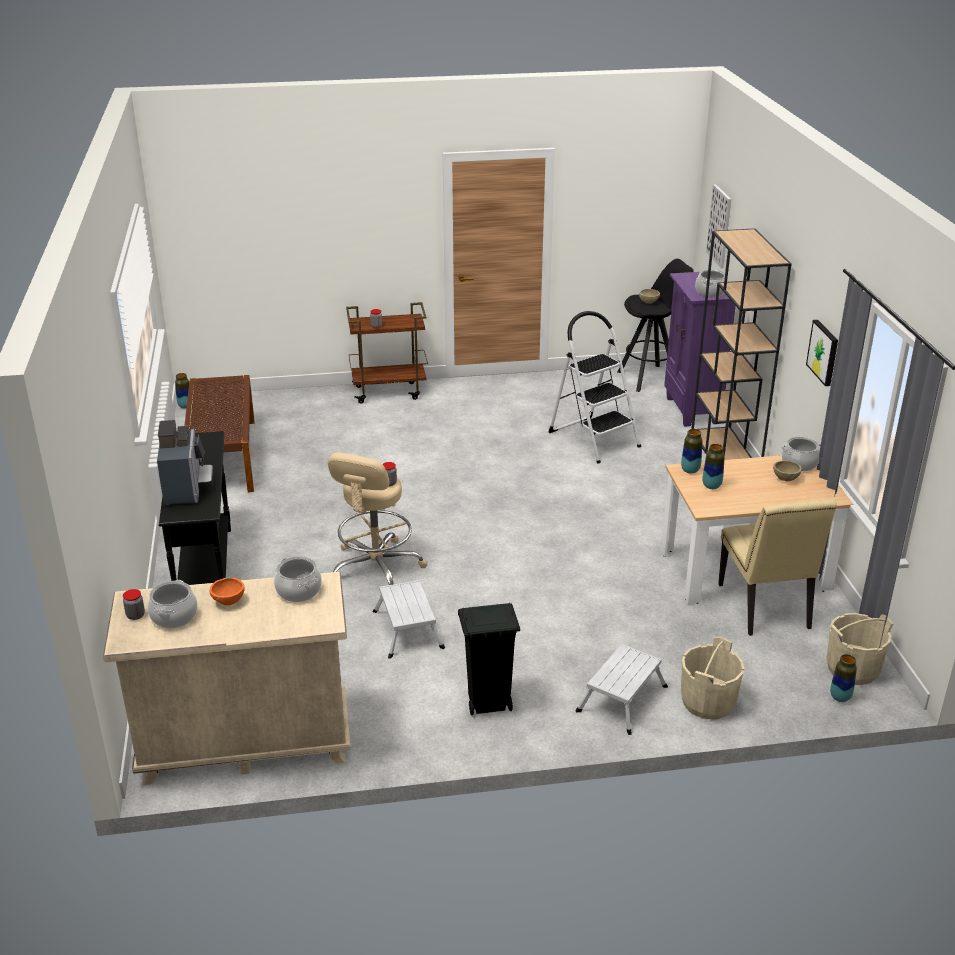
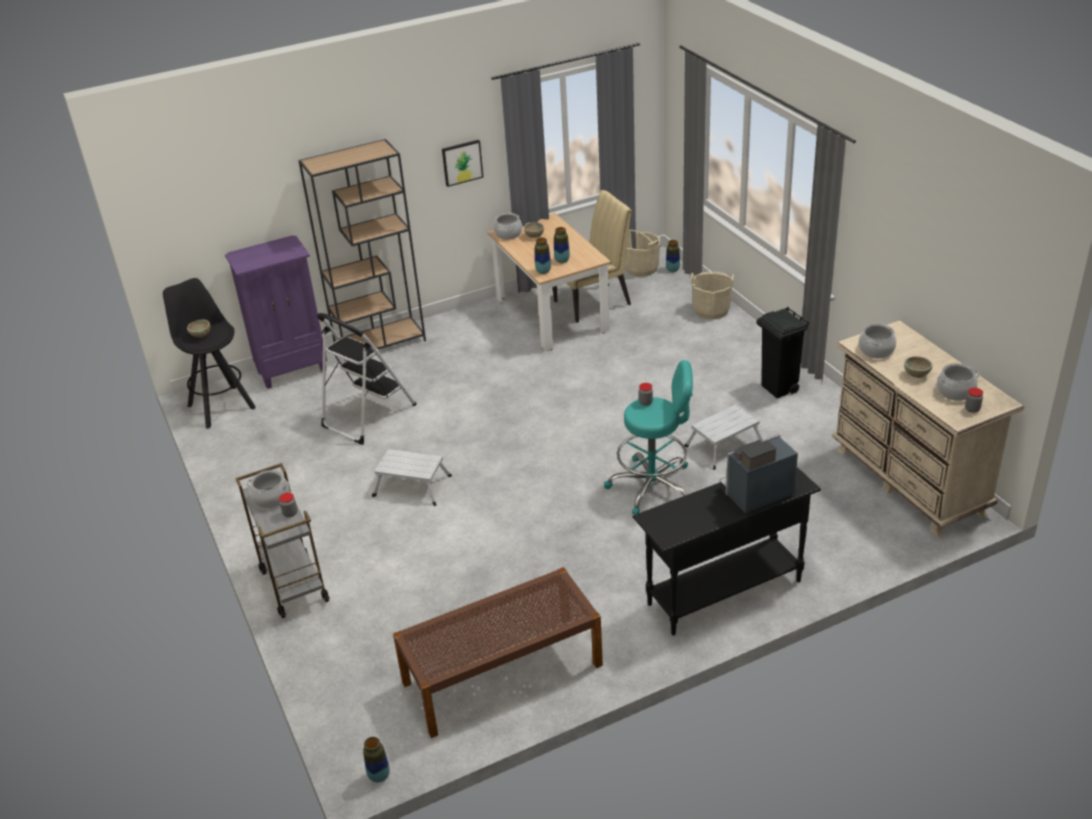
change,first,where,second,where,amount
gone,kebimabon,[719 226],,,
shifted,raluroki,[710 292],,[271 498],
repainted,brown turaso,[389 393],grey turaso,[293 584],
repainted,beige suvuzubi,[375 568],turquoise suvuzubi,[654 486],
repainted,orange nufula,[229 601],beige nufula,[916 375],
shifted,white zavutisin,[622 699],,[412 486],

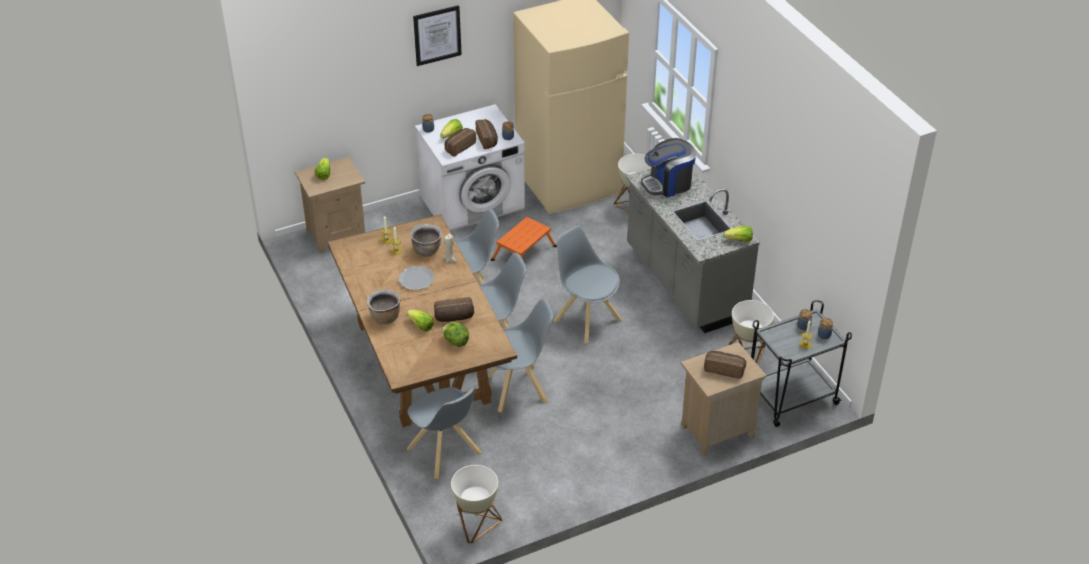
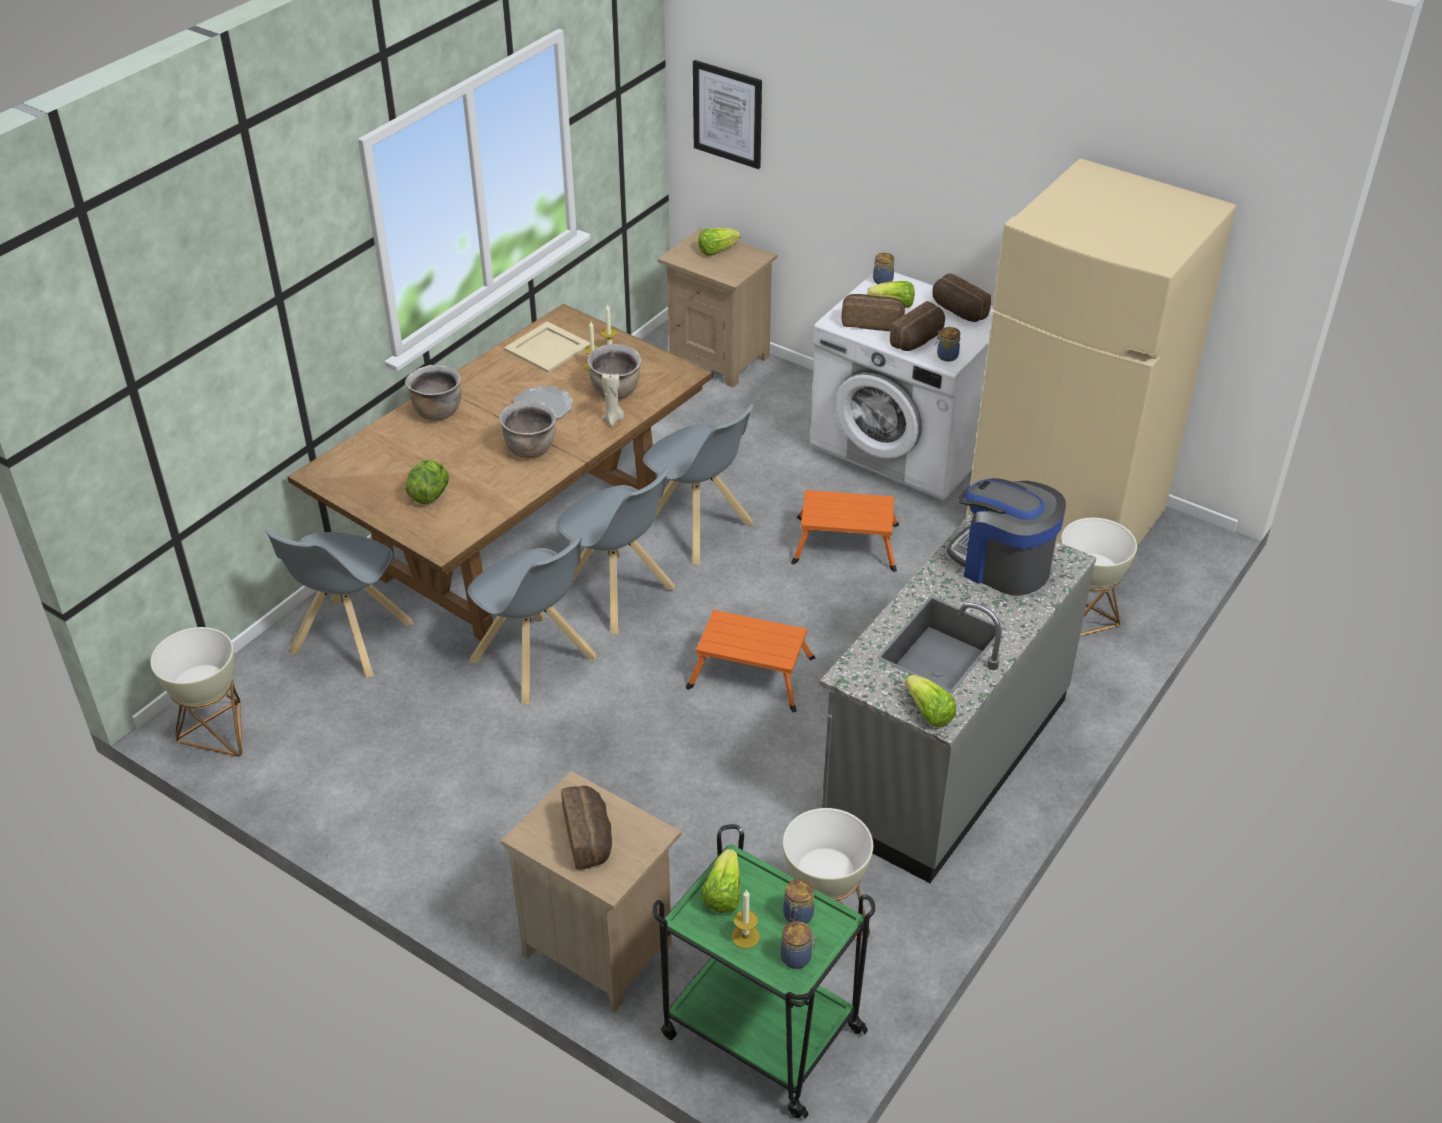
change,first,where,second,where,amount
shifted,kebimabon,[437 35],,[728 114],
swapped,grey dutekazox,[586 319],orange zavutisin,[752 673],
shifted,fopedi,[454 318],,[957 311],
repainted,grey turaso,[790 398],green turaso,[760 1031],
shifted,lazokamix,[421 326],,[723 893],
new,,,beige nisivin,[547 348],
new,,,brown raluroki,[531 449],

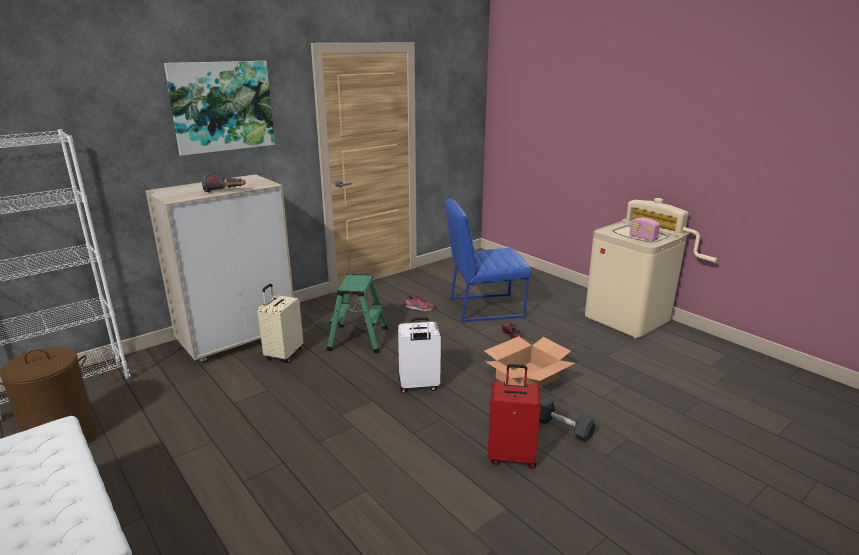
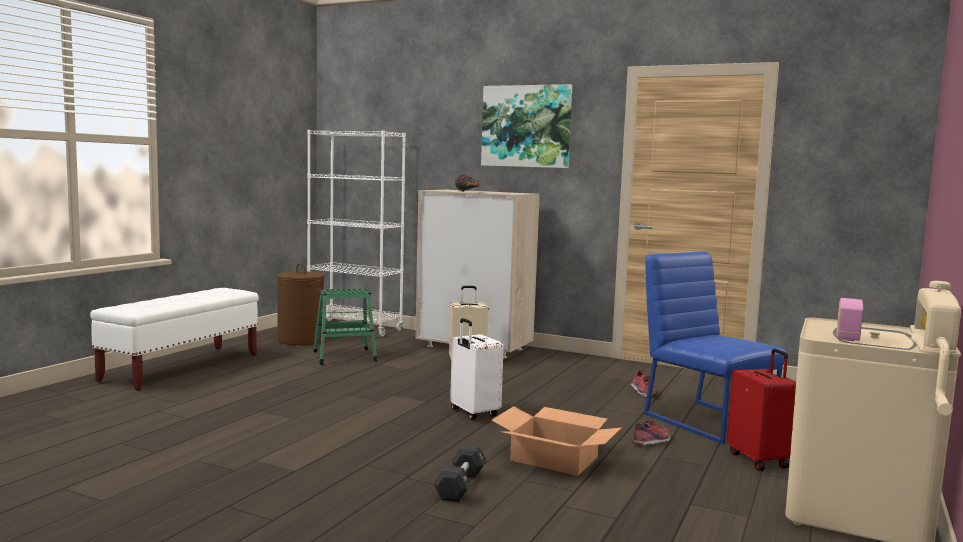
change,first,where,second,where,amount
shifted,green zavutisin,[358 339],,[345 356],
shifted,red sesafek,[512 455],,[758 460],

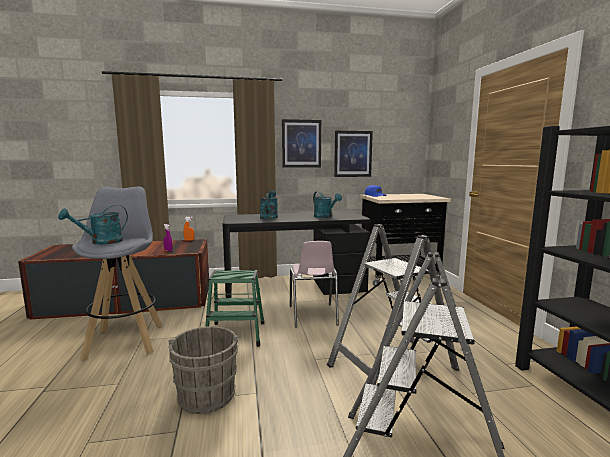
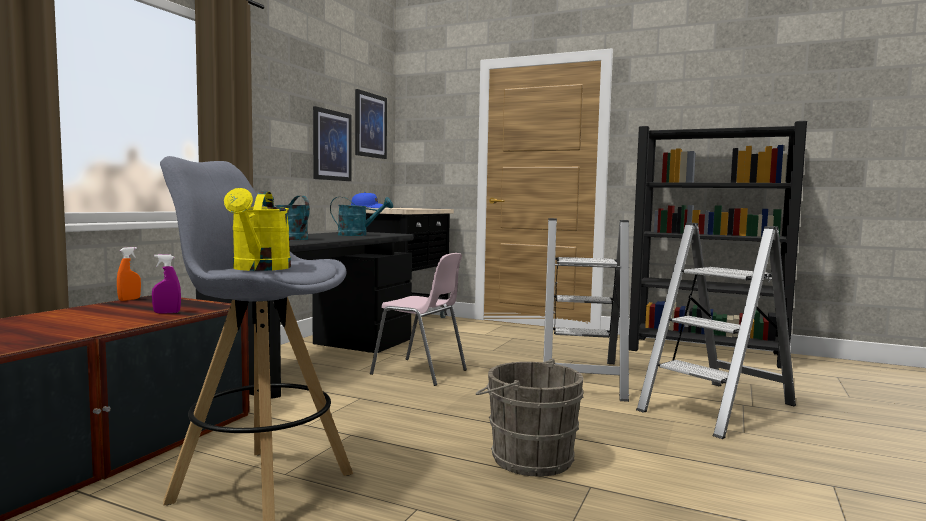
change,first,where,second,where,amount
shifted,kebimabon,[301 143],,[370 125],
repainted,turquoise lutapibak,[101 242],yellow lutapibak,[259 269],
gone,green zavutisin,[236 333],,,

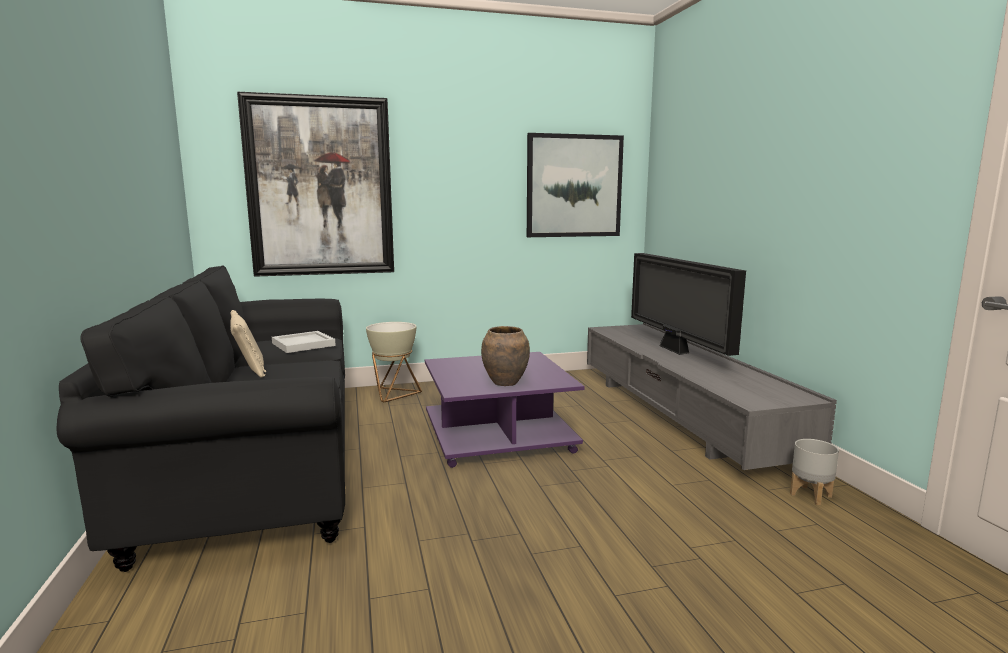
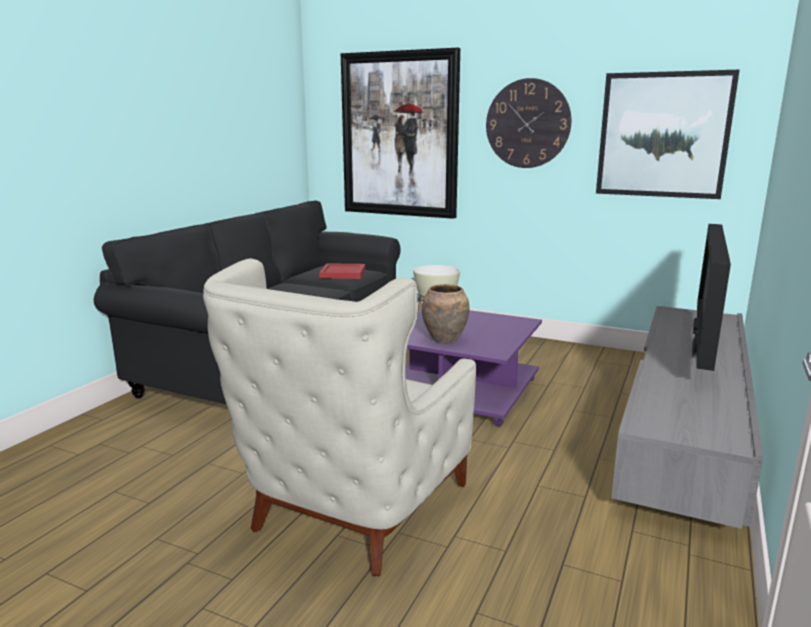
change,first,where,second,where,amount
gone,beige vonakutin,[249 367],,,
repainted,white nisivin,[303 344],red nisivin,[342 273],
gone,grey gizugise,[811 495],,,
new,,,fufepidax,[527 124],
new,,,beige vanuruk,[352 511],

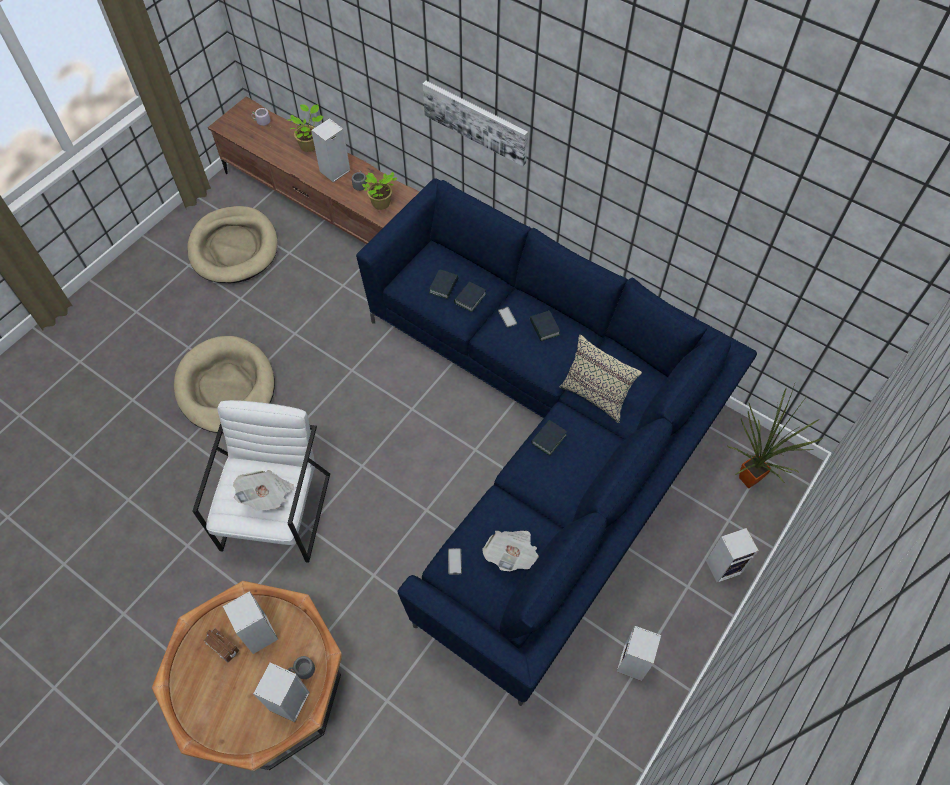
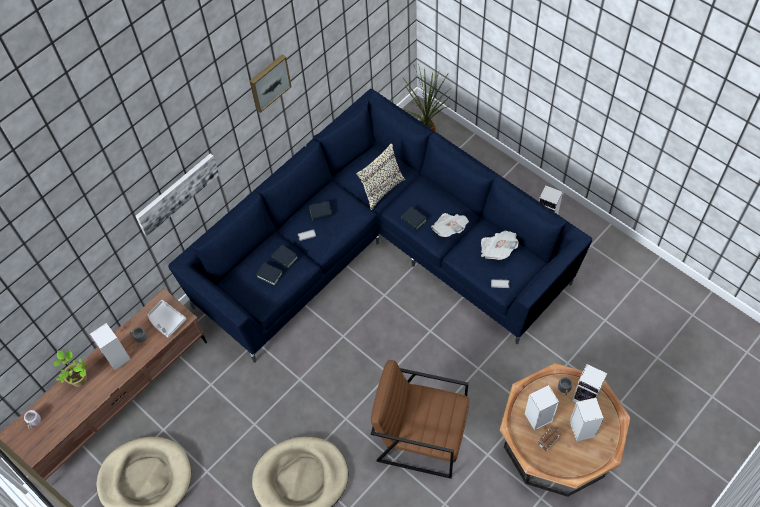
change,first,where,second,where,amount
swapped,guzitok,[381 204],grey nisivin,[166 321],
repainted,white vanuruk,[277 511],brown vanuruk,[421 436],
shifted,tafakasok,[267 495],,[449 229],
shifted,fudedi,[724 566],,[581 428],
new,,,kebimabon,[269 82],

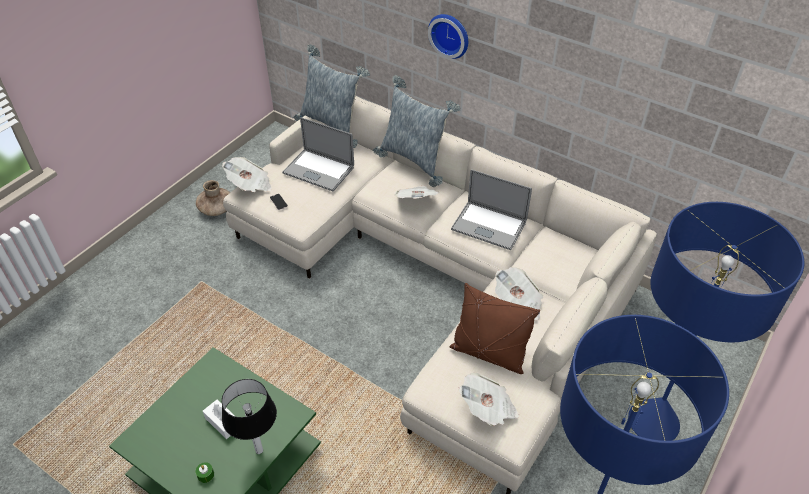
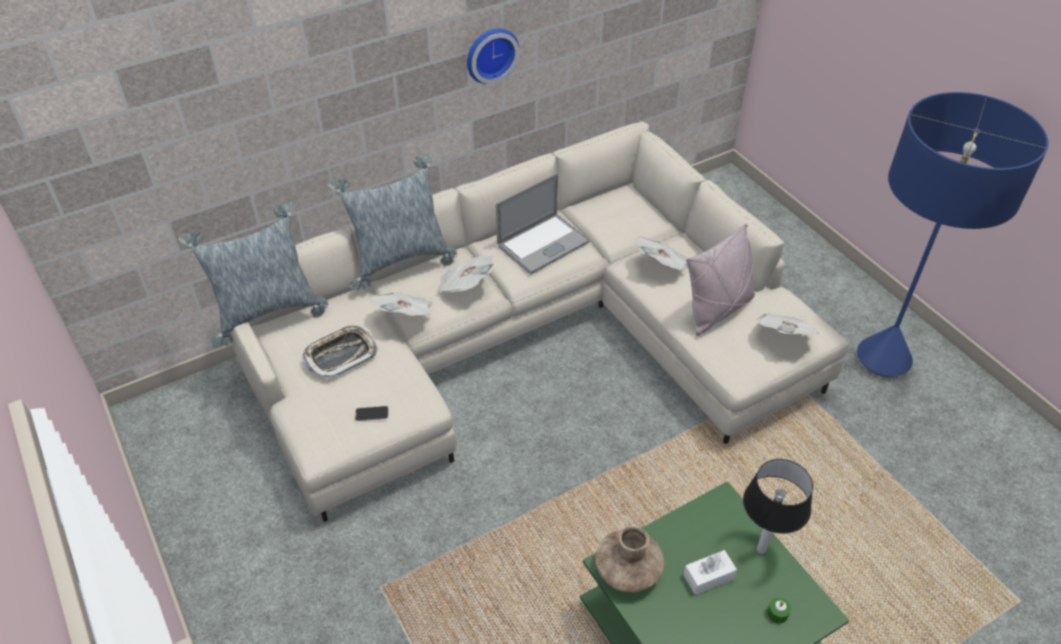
change,first,where,second,where,amount
shifted,fufepidax,[450 34],,[490 54],
swapped,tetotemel,[318 170],nisivin,[340 355],
shifted,tafakasok,[250 185],,[406 315],
shifted,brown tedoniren,[216 209],,[628 569],
gone,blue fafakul,[652 424],,,
repainted,brown vonakutin,[489 353],purple vonakutin,[717 310],

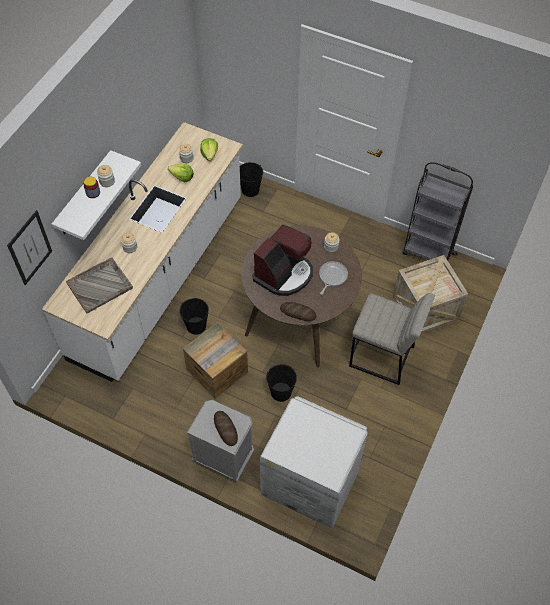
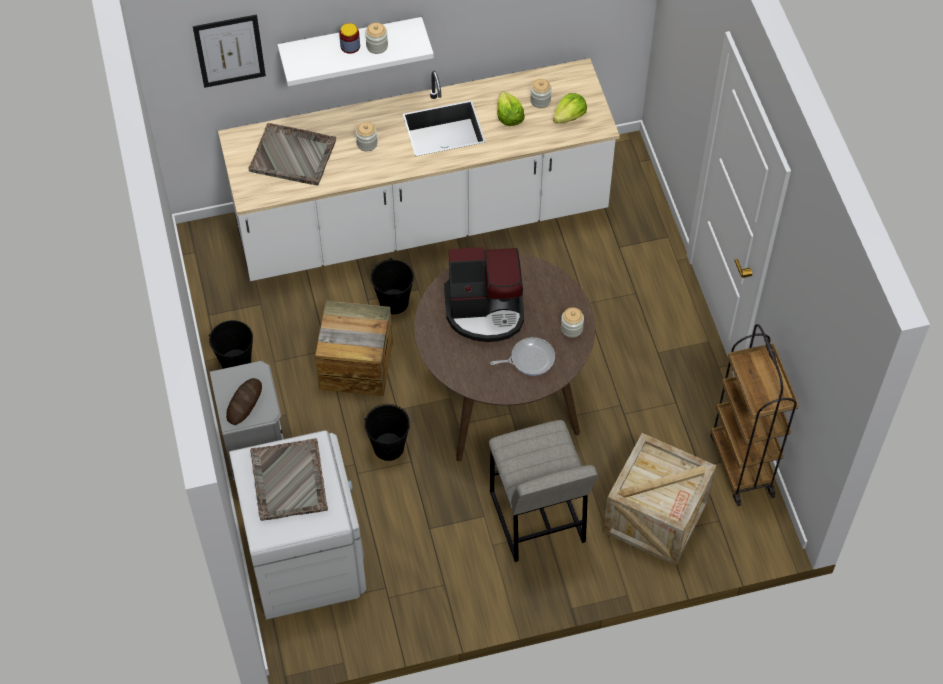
change,first,where,second,where,amount
shifted,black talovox,[250 190],,[236 362],
repainted,grey turaso,[428 254],brown turaso,[742 465],
gone,fopedi,[298 313],,,
new,,,grey nisivin,[289 481],

